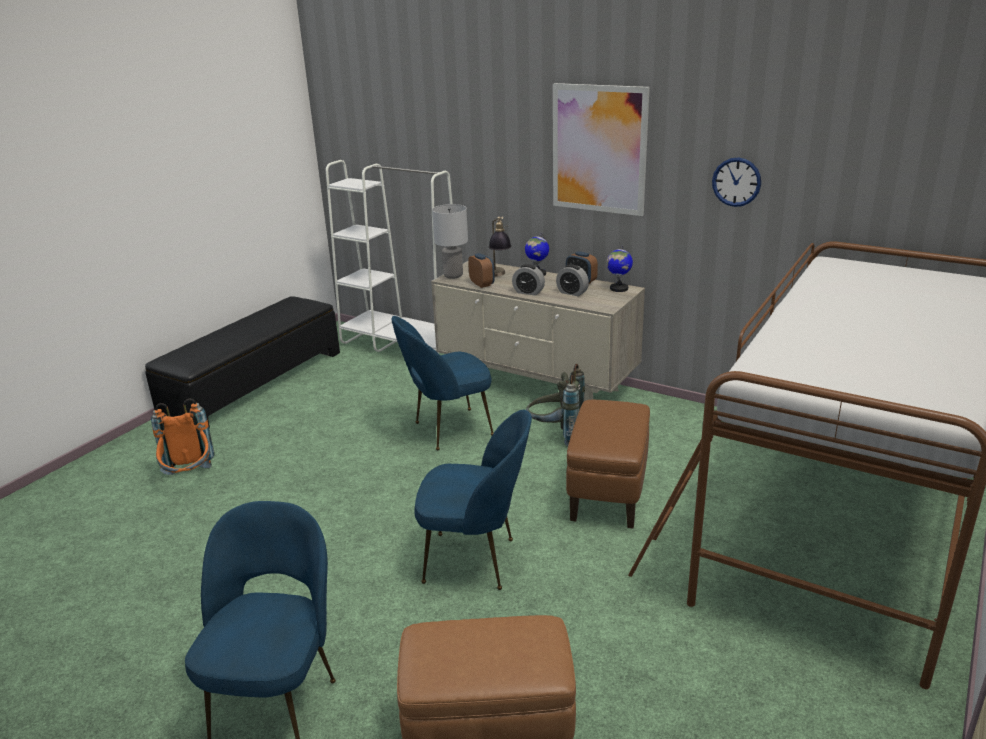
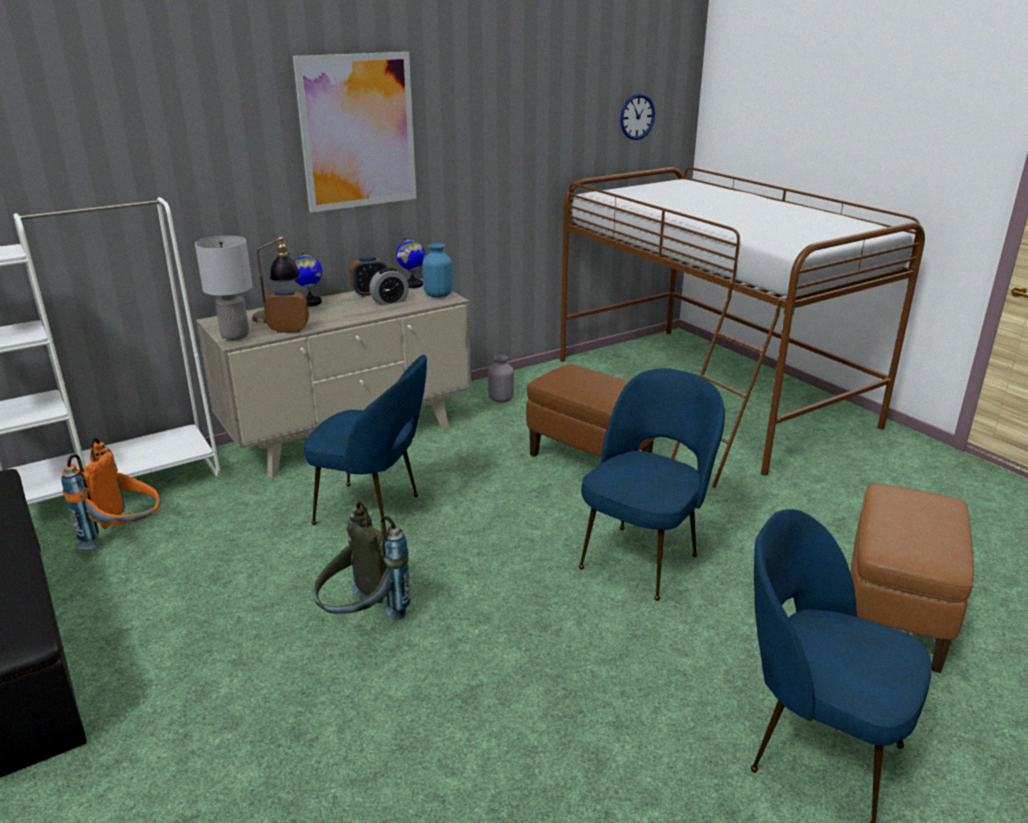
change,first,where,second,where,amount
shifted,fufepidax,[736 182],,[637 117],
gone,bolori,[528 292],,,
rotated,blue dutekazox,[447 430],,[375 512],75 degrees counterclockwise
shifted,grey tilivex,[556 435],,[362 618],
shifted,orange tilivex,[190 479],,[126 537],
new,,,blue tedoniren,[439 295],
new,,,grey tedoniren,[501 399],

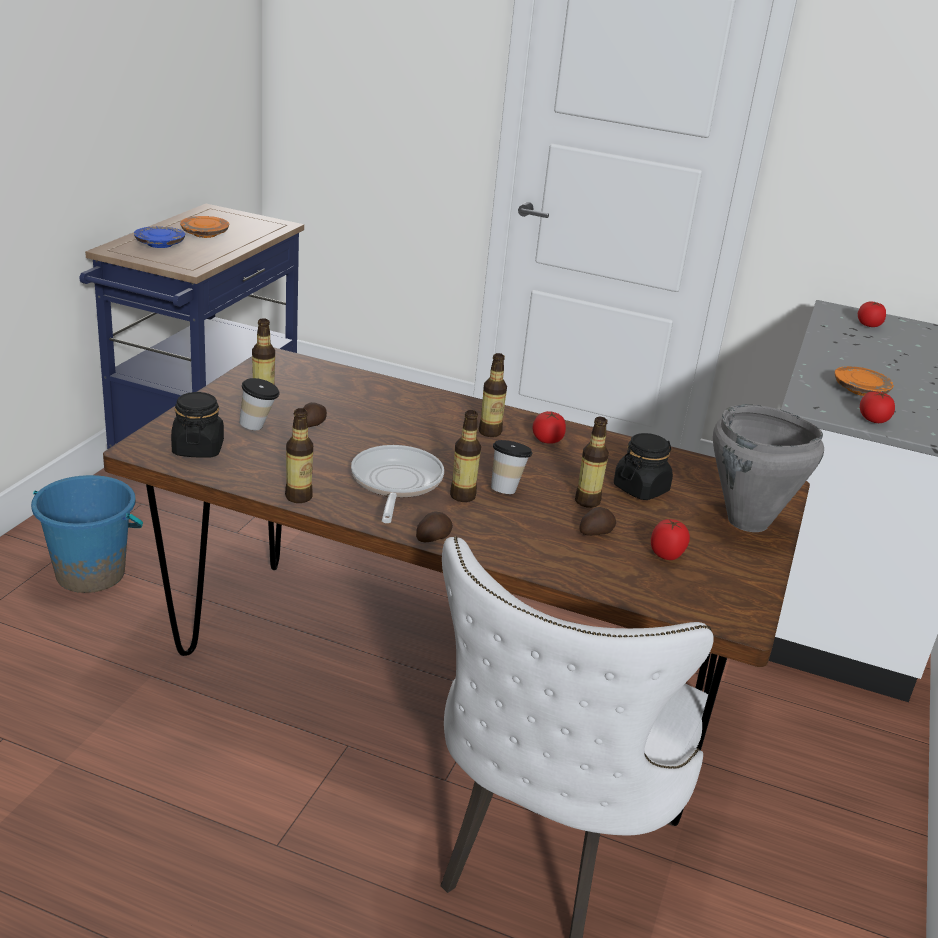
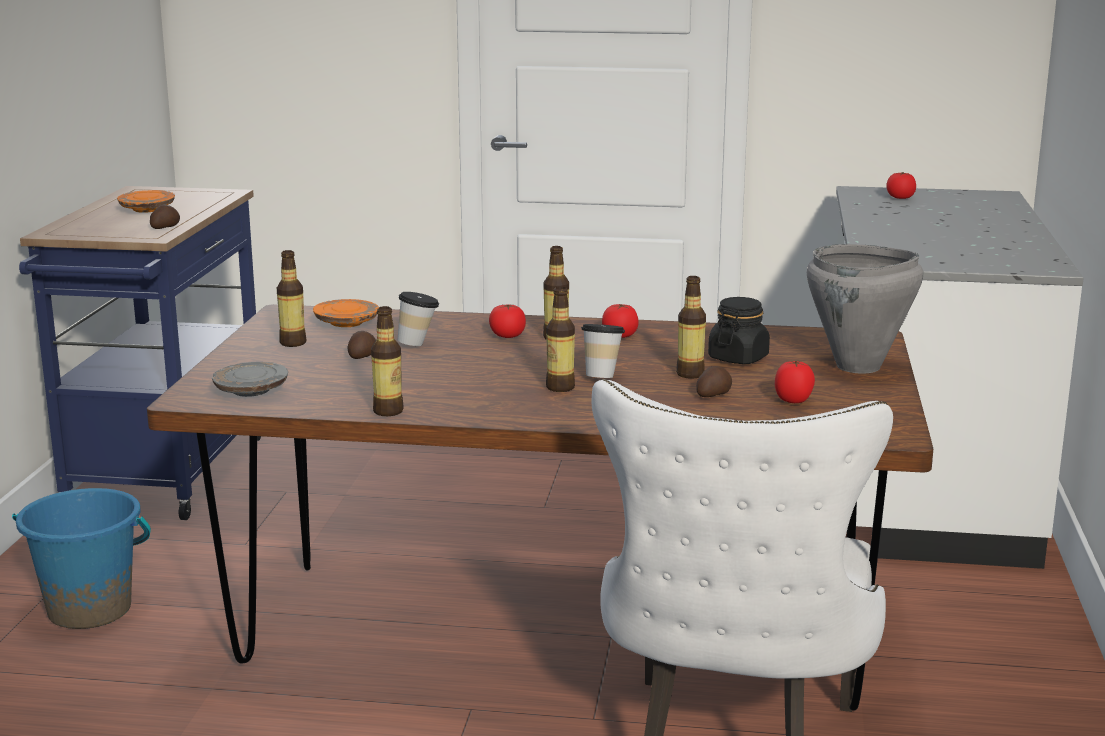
change,first,where,second,where,amount
gone,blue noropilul,[159 244],,,
shifted,orange noropilul,[860 390],,[346 323],
shifted,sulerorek,[259 427],,[418 344],
shifted,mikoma,[873 420],,[507 336],
swapped,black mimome,[198 448],grey noropilul,[251 391],
gone,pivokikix,[395 484],,,
shifted,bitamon,[432 537],,[164 227],

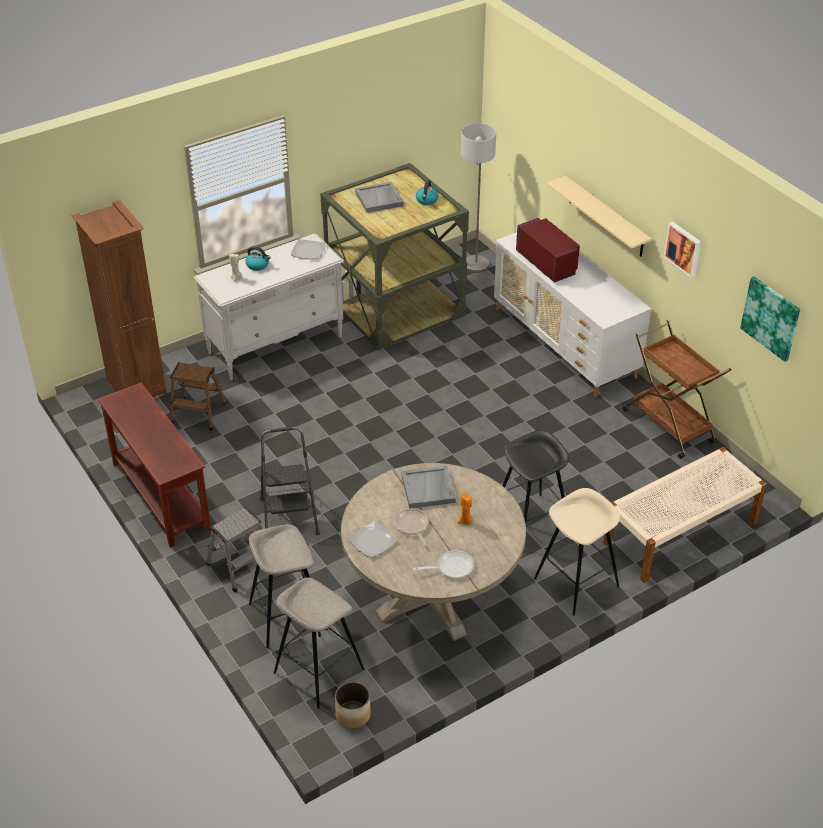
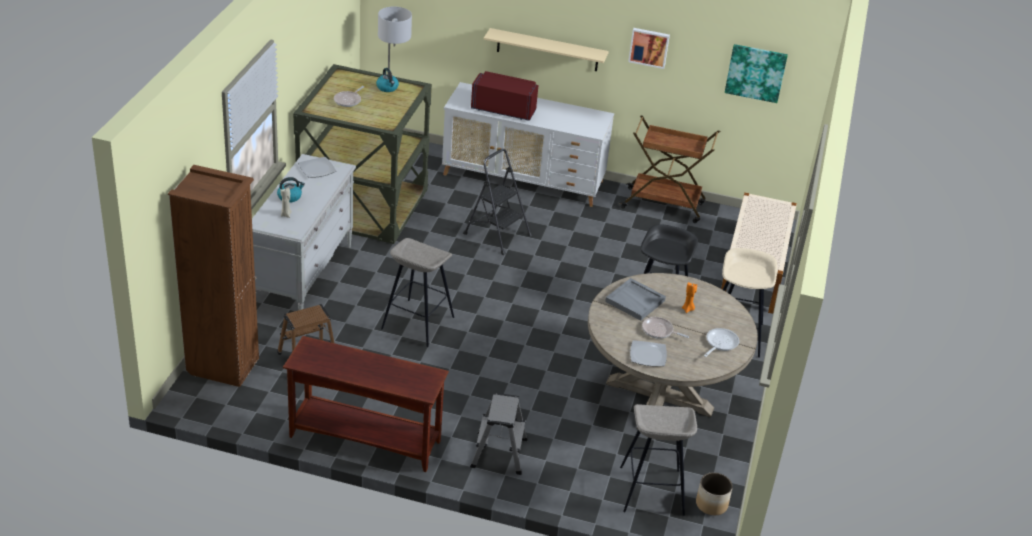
change,first,where,second,where,amount
swapped,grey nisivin,[379 199],pivokikix,[348 100],
shifted,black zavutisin,[289 514],,[496 233],
shifted,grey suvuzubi,[287 616],,[417 323],

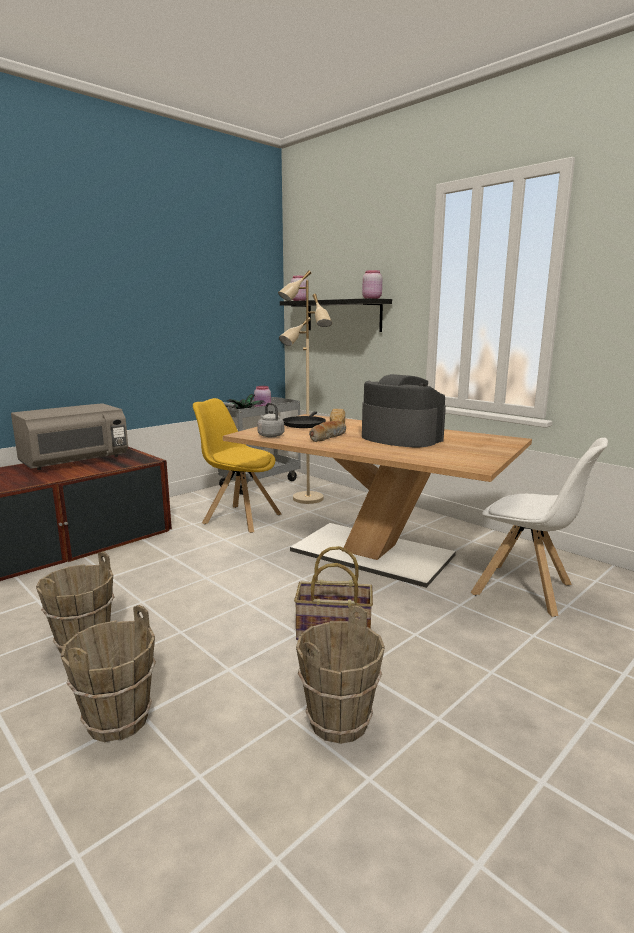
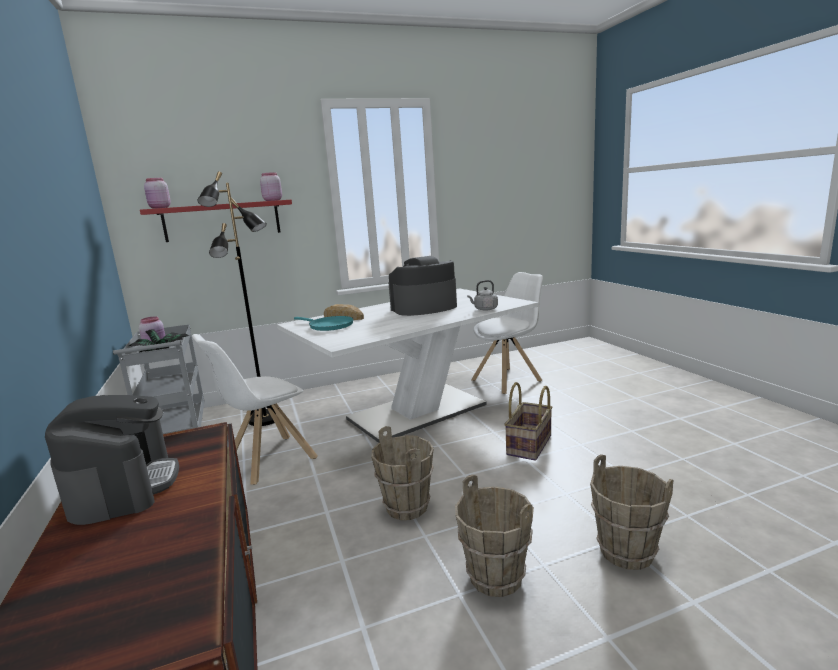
change,first,where,second,where,amount
repainted,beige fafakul,[307 499],black fafakul,[266 419],
repainted,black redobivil,[343 315],red redobivil,[222 221],
repainted,yellow dutekazox,[239 518],white dutekazox,[267 460],
swapped,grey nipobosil,[75 462],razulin,[124 486],
shifted,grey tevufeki,[270 435],,[484 309],
repainted,black pivokikix,[304 424],turquoise pivokikix,[329 326],
repainted,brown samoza,[371 553],white samoza,[417 412],
gone,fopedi,[327 437],,,
shifted,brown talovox,[340 722],,[407 507],

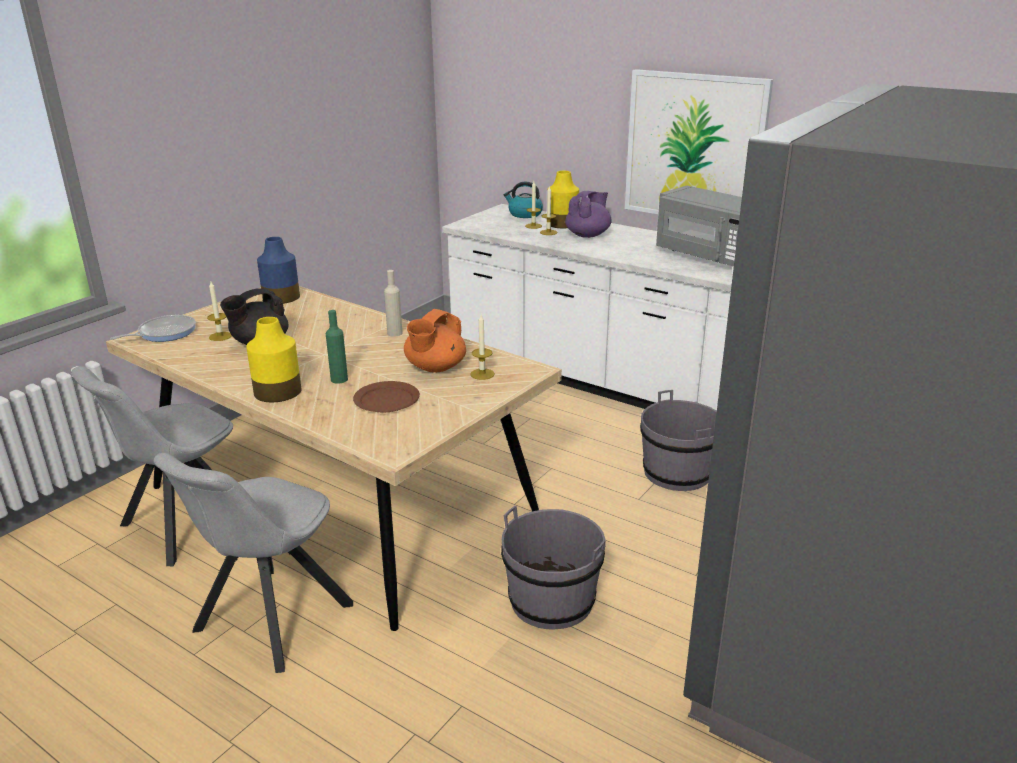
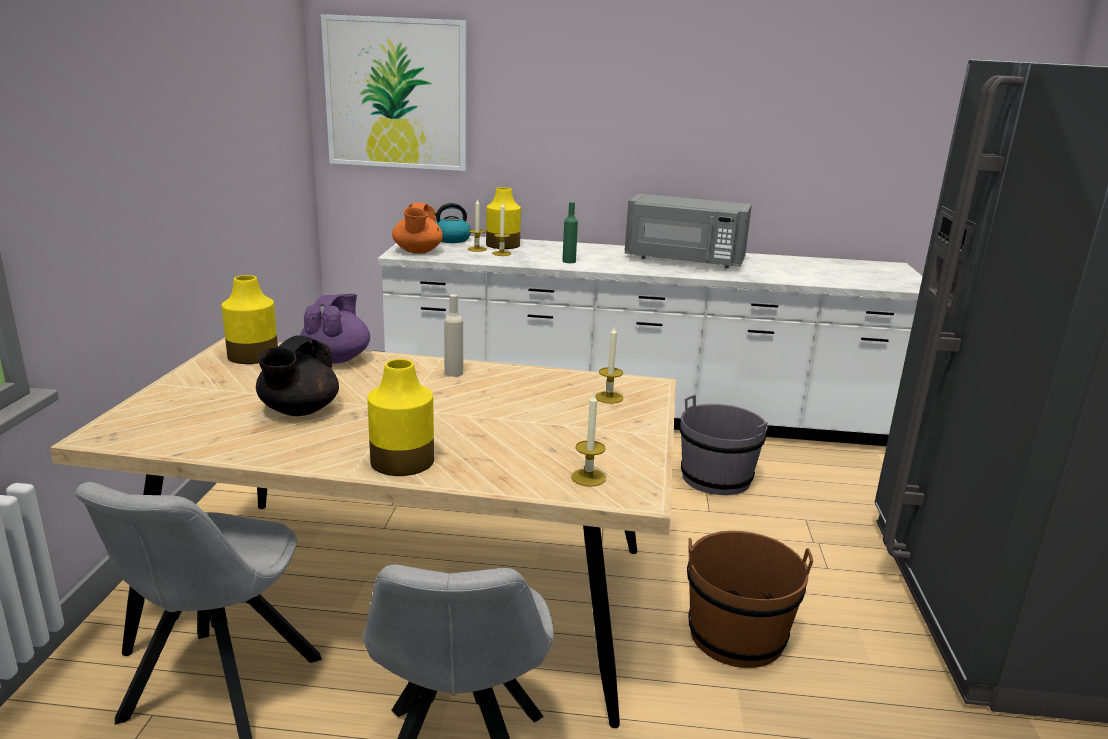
change,first,where,second,where,amount
shifted,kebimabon,[694 148],,[396 94],
shifted,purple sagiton,[588 235],,[337 358],
repainted,blue tedoniren,[280 297],yellow tedoniren,[252 355],
shifted,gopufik,[220 336],,[588 477],
shifted,orange sagiton,[435 368],,[417 251],
shifted,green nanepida,[339 379],,[569 261],
gone,pivokikix,[164 333],,,
gone,brown noropilul,[387 400],,,
repainted,grey talovox,[551 600],brown talovox,[736 635],

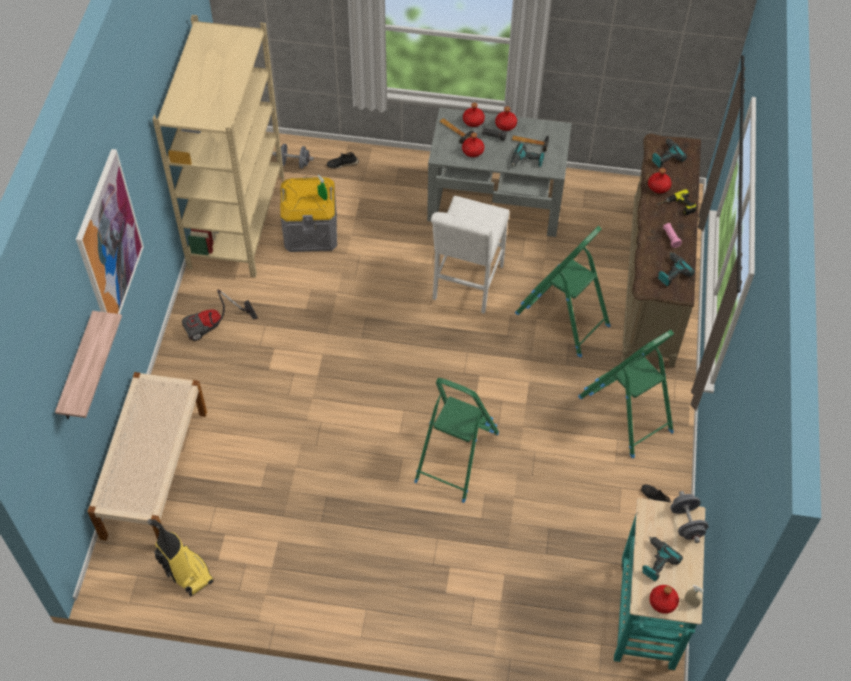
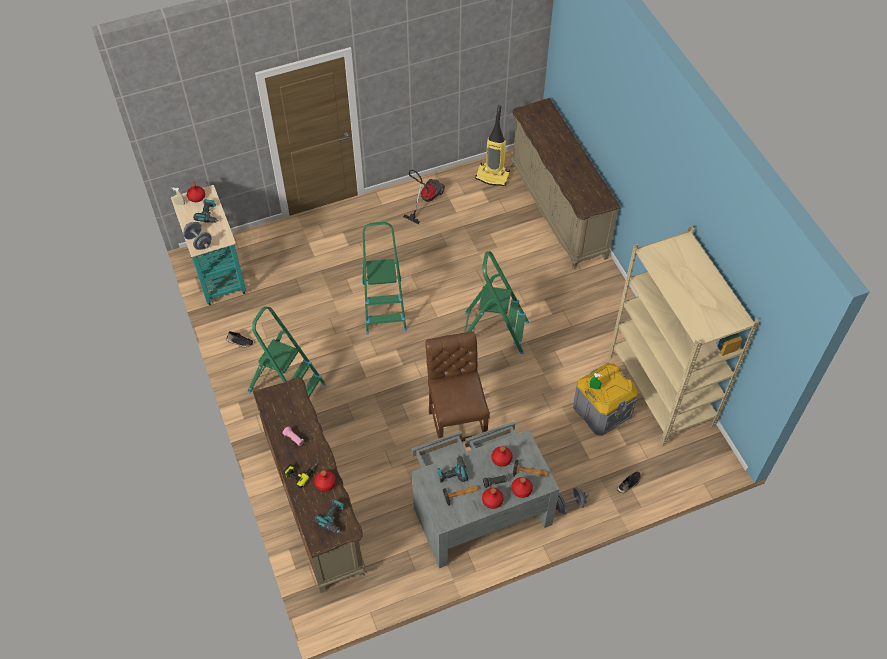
change,first,where,second,where,amount
shifted,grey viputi,[293 163],,[569 505],
gone,kebimabon,[109 242],,,
repainted,white suvuzubi,[465 285],brown suvuzubi,[456 427],
shifted,green zavutisin,[561 318],,[494 333],
gone,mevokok,[671 272],,,
shifted,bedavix,[214 326],,[425 199],
gone,redobivil,[77 369],,,
swapped,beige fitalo,[154 473],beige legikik,[556 211],

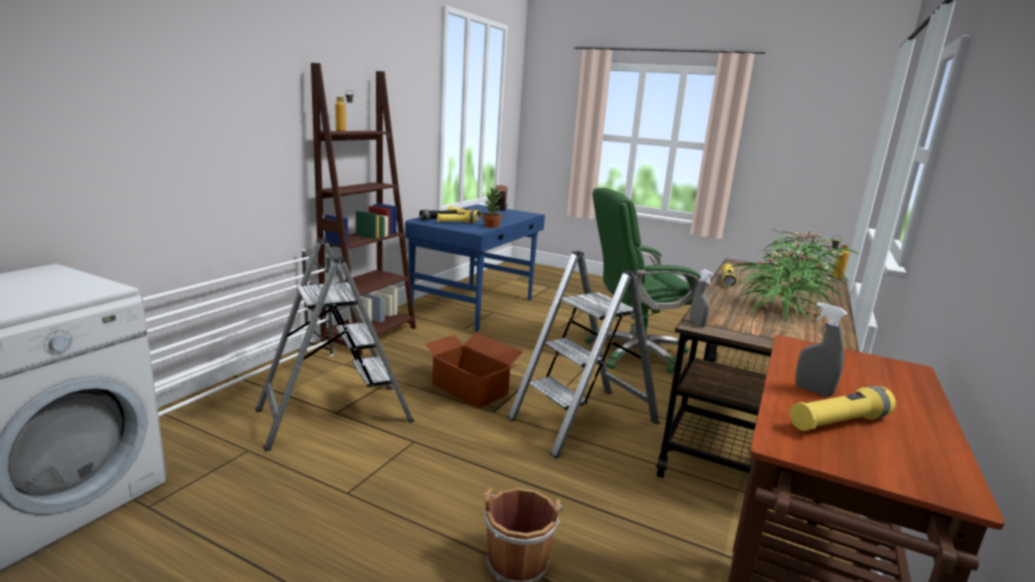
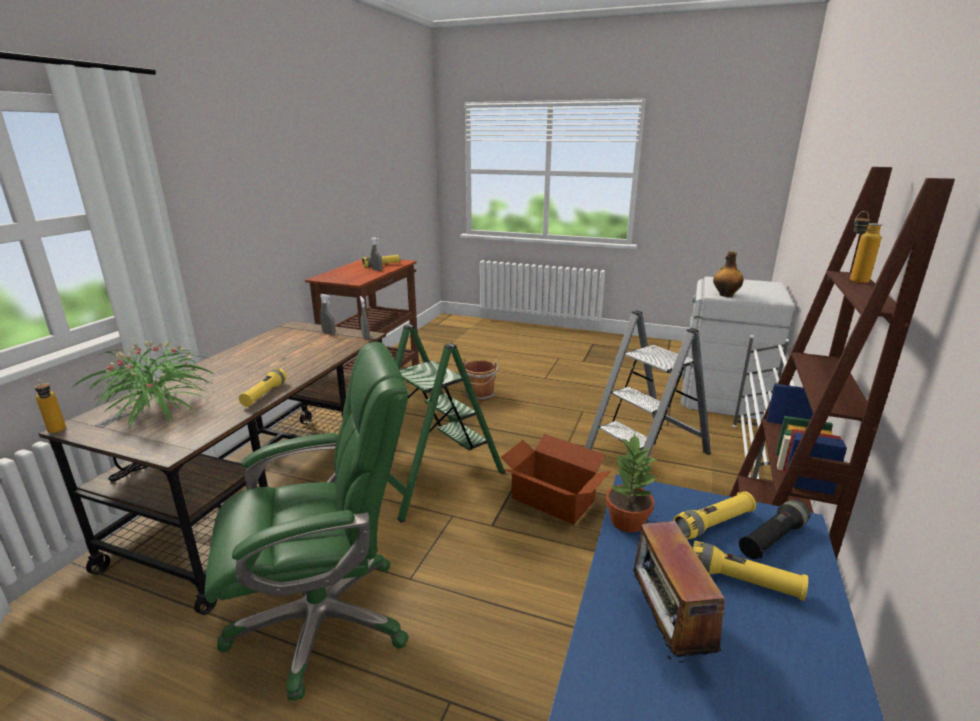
change,first,where,second,where,amount
gone,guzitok,[781 310],,,
repainted,grey zavutisin,[585 420],green zavutisin,[433 478],
new,,,nanepida,[725 295],
new,,,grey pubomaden,[329 333],

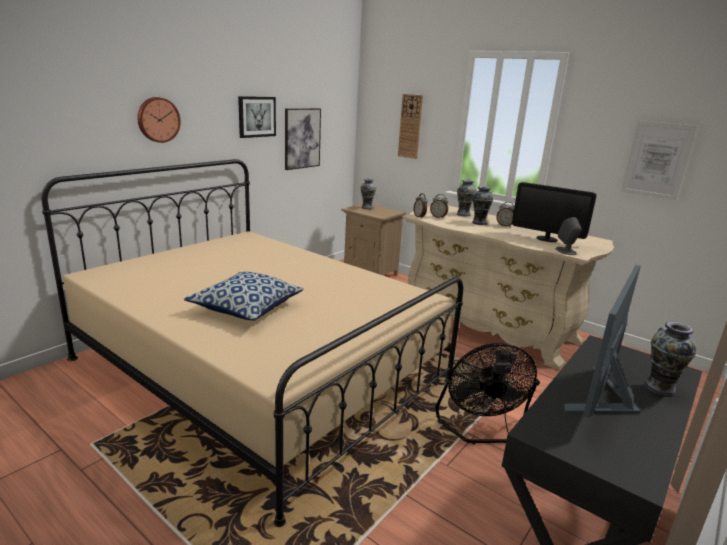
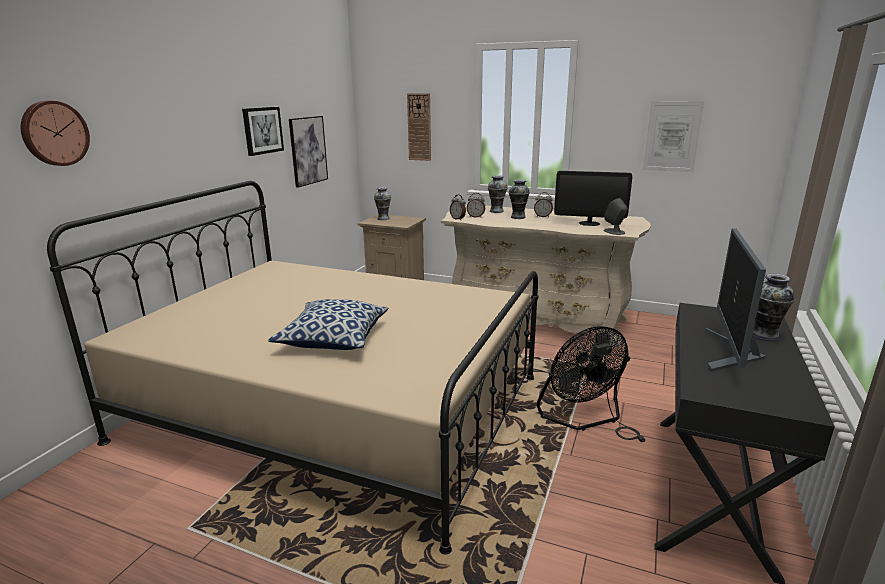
change,first,where,second,where,amount
shifted,fufepidax,[158 119],,[54 133],

